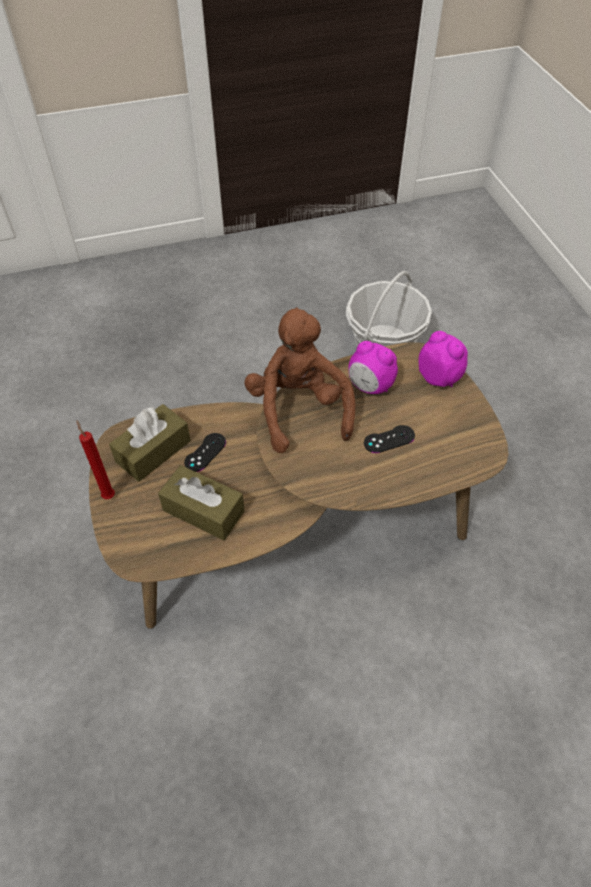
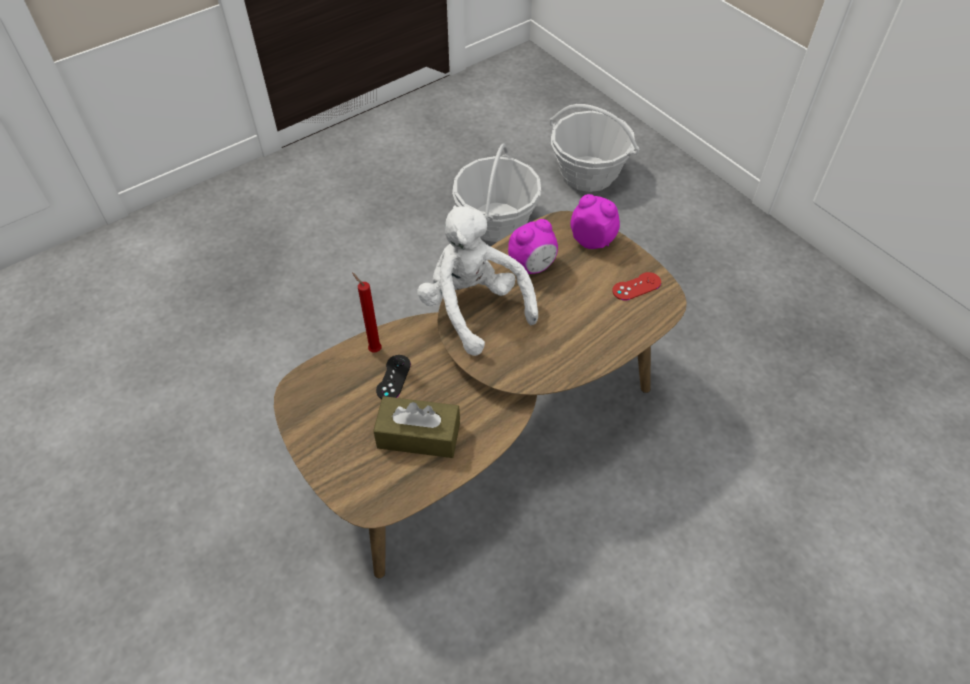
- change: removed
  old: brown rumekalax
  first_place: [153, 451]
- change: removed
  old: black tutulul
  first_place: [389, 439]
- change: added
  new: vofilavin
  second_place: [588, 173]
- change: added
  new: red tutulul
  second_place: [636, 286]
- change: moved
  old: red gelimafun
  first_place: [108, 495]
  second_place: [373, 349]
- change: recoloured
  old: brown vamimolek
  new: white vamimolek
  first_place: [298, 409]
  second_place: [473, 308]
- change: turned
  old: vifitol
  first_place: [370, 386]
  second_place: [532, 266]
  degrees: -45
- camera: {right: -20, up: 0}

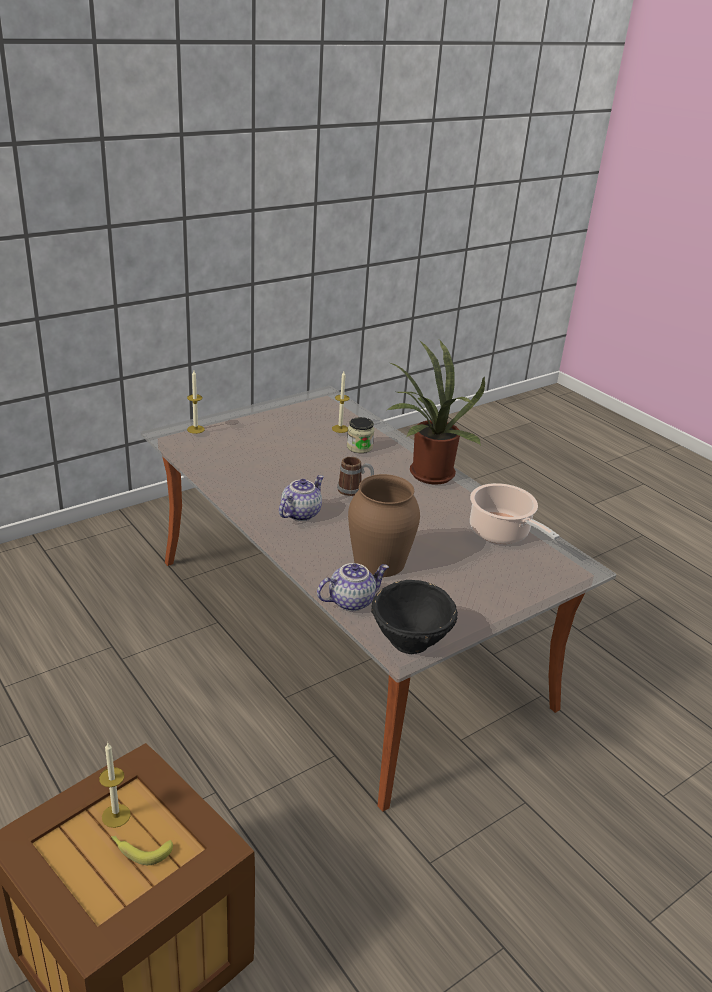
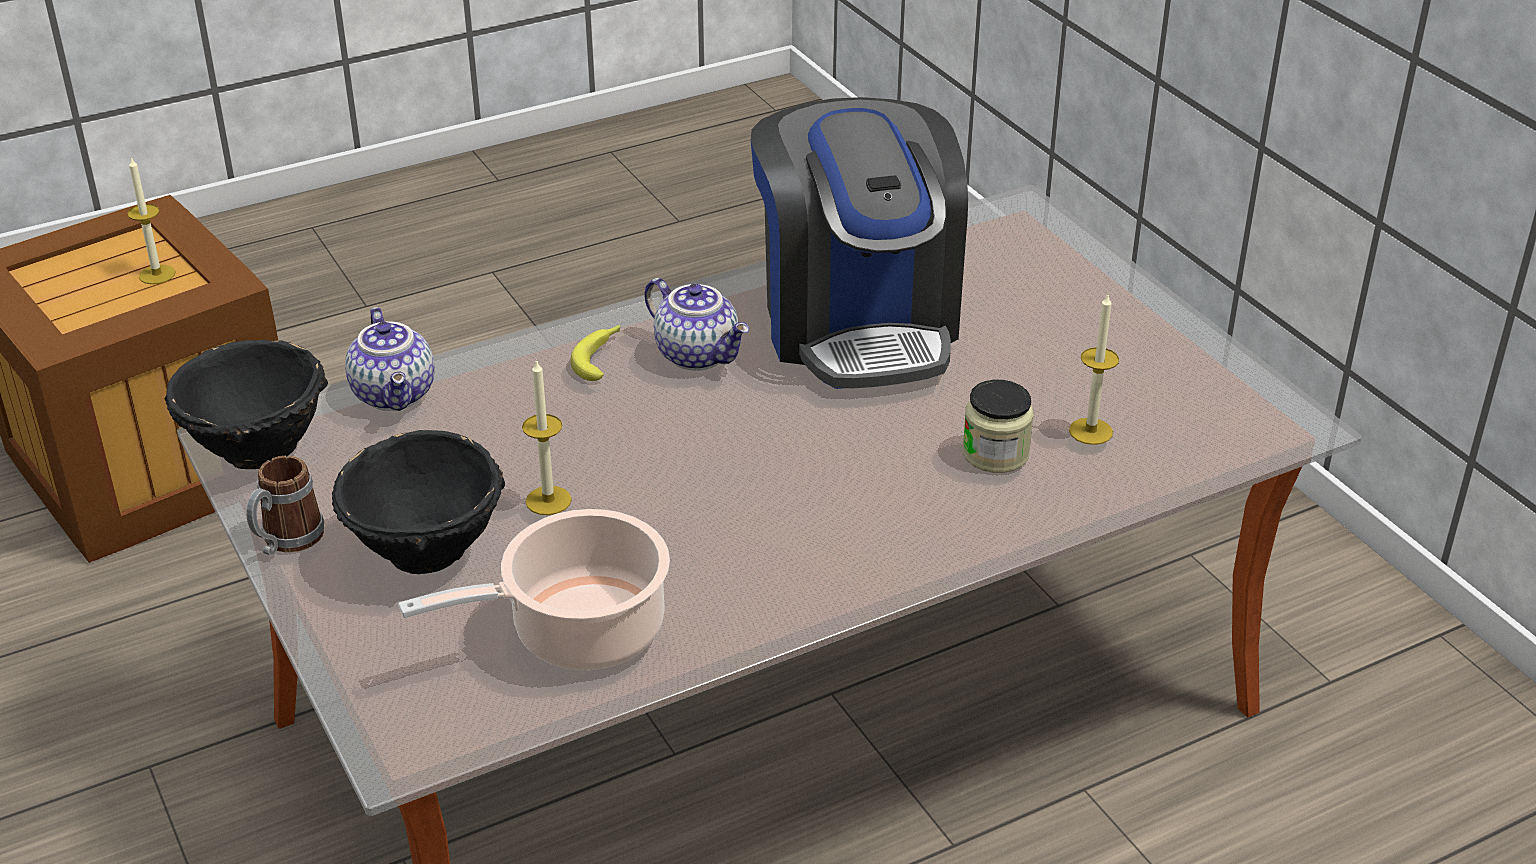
- change: removed
  old: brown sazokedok
  first_place: [378, 561]
- change: removed
  old: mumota
  first_place: [427, 475]
- change: added
  new: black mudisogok
  second_place: [427, 551]
- change: added
  new: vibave
  second_place: [858, 323]
- change: moved
  old: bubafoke
  first_place: [140, 850]
  second_place: [601, 357]
- change: moved
  old: gelimafun
  first_place: [195, 429]
  second_place: [548, 500]
- change: moved
  old: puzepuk
  first_place: [354, 491]
  second_place: [286, 542]
- camera: {right: 100, up: 5}

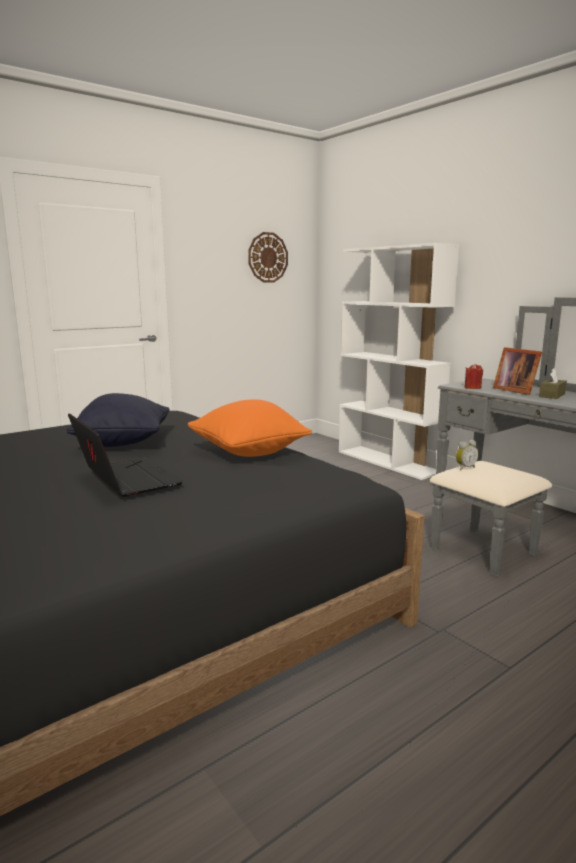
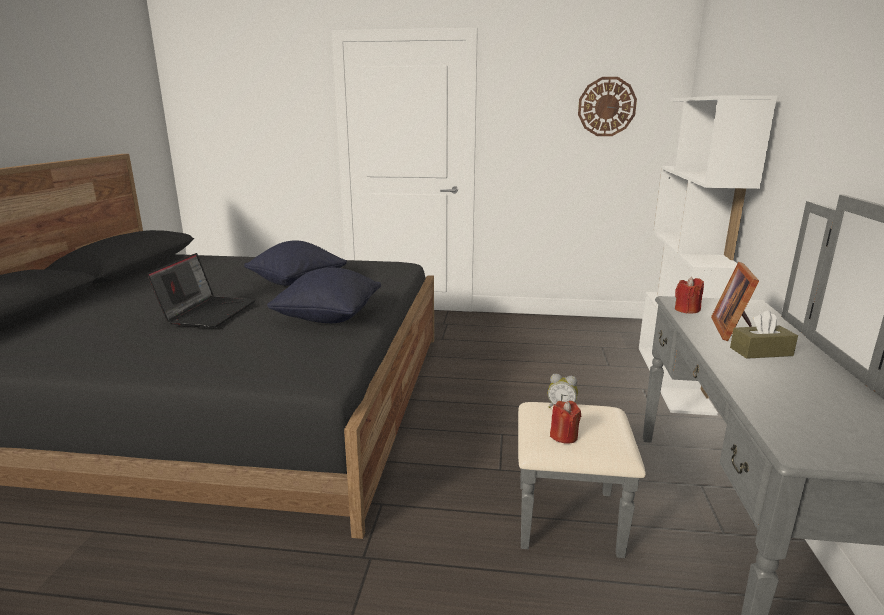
- change: added
  new: red gelimafun
  second_place: [564, 436]
- change: recoloured
  old: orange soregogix
  new: black soregogix
  first_place: [248, 453]
  second_place: [329, 318]
- camera: {right: 45, up: 5}

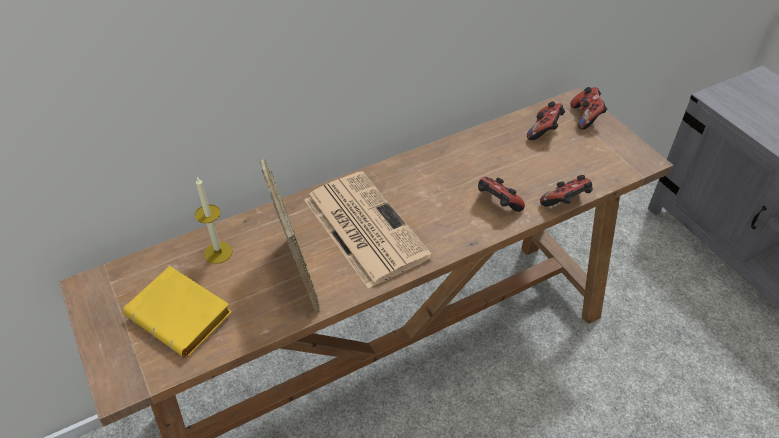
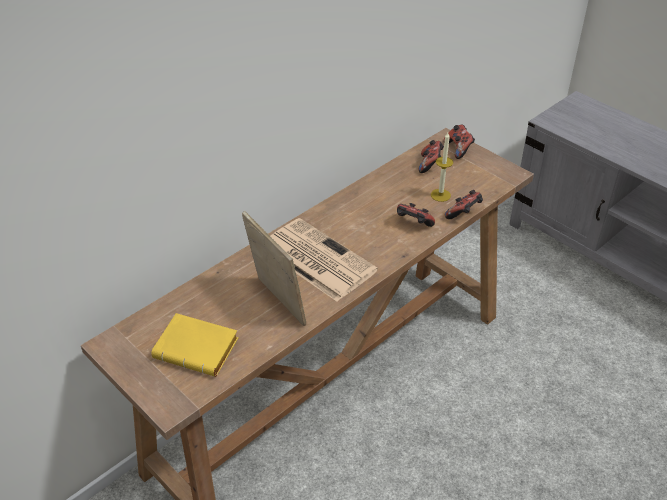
- change: moved
  old: gelimafun
  first_place: [218, 252]
  second_place: [440, 195]
- camera: {right: -15, up: -5}

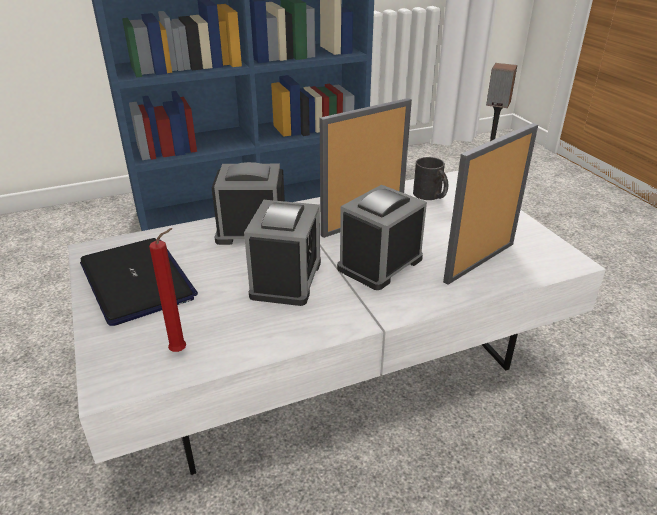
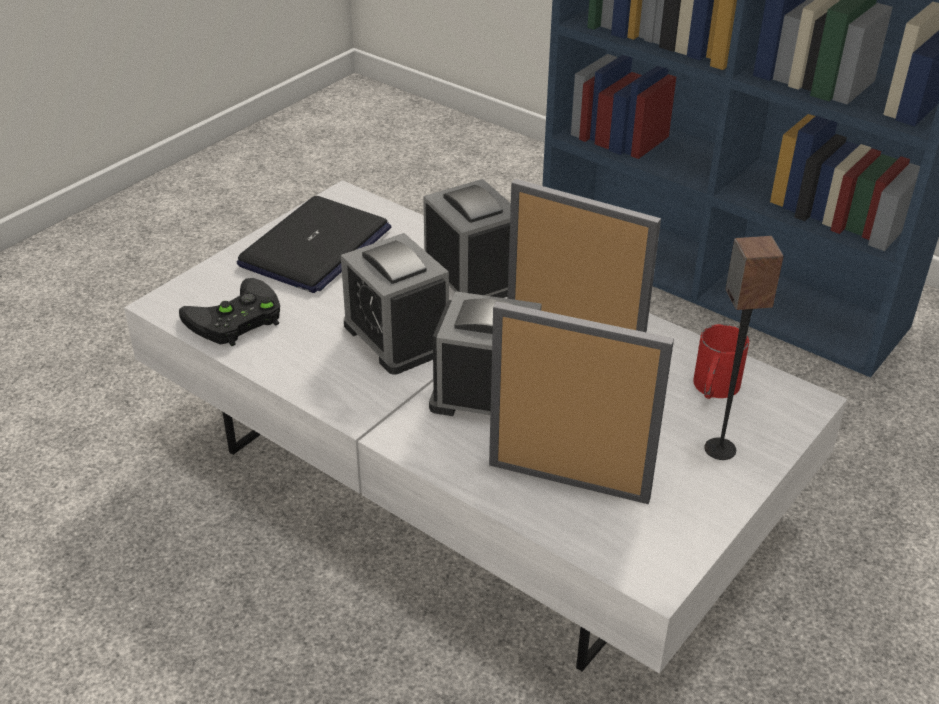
- change: replaced
  old: red gelimafun
  new: black tutulul
  first_place: [181, 351]
  second_place: [234, 320]
- change: recoloured
  old: black puzepuk
  new: red puzepuk
  first_place: [431, 196]
  second_place: [713, 389]
- change: turned
  old: vifitol
  first_place: [286, 279]
  second_place: [397, 337]
  degrees: 75
- camera: {right: 60, up: 5}

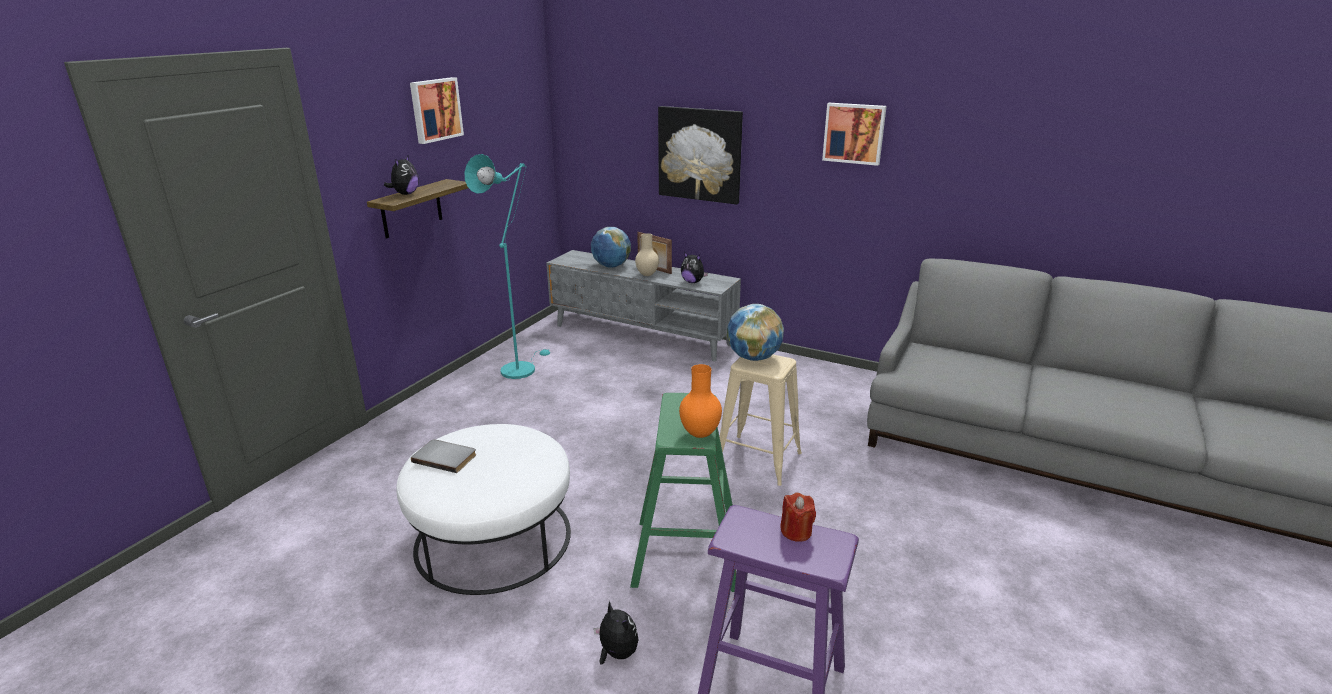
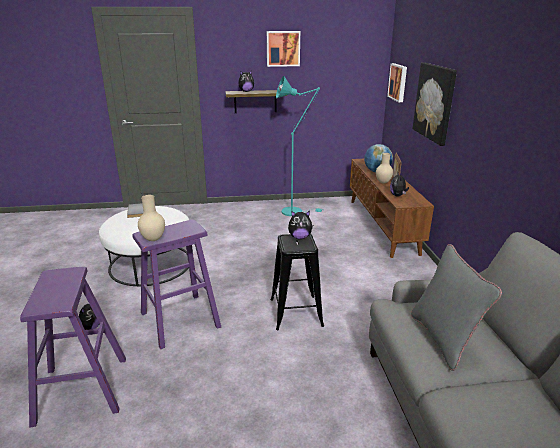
- change: removed
  old: red gelimafun
  first_place: [796, 531]
- change: added
  new: grey soregogix
  second_place: [443, 339]
- change: moved
  old: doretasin
  first_place: [854, 133]
  second_place: [398, 82]
- change: replaced
  old: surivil
  new: vamimolek
  first_place: [753, 357]
  second_place: [299, 237]
- change: recoloured
  old: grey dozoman
  new: brown dozoman
  first_place: [642, 335]
  second_place: [382, 225]
- change: recoloured
  old: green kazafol
  new: purple kazafol
  first_place: [686, 554]
  second_place: [180, 320]
- change: recoloured
  old: orange sazokedok
  new: beige sazokedok
  first_place: [701, 434]
  second_place: [153, 239]
- change: recoloured
  old: beige kazafol
  new: black kazafol
  first_place: [757, 460]
  second_place: [296, 312]
- camera: {right: 55, up: 0}

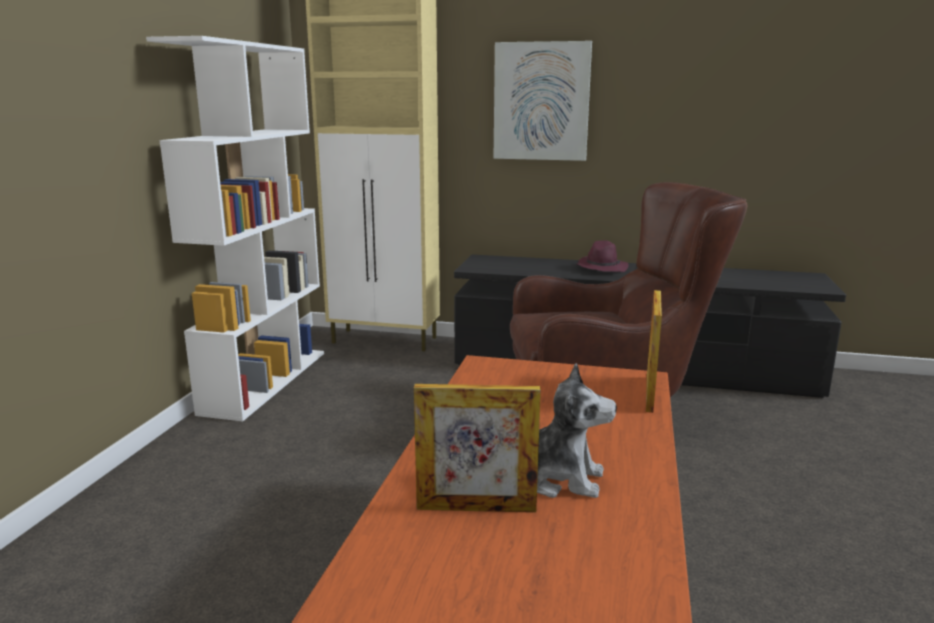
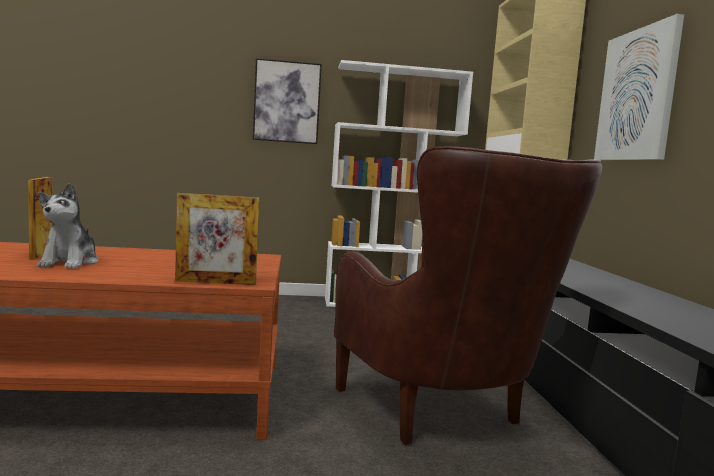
- change: removed
  old: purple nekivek
  first_place: [601, 268]
- change: added
  new: doretasin
  second_place: [287, 102]
- camera: {right: 70, up: -10}

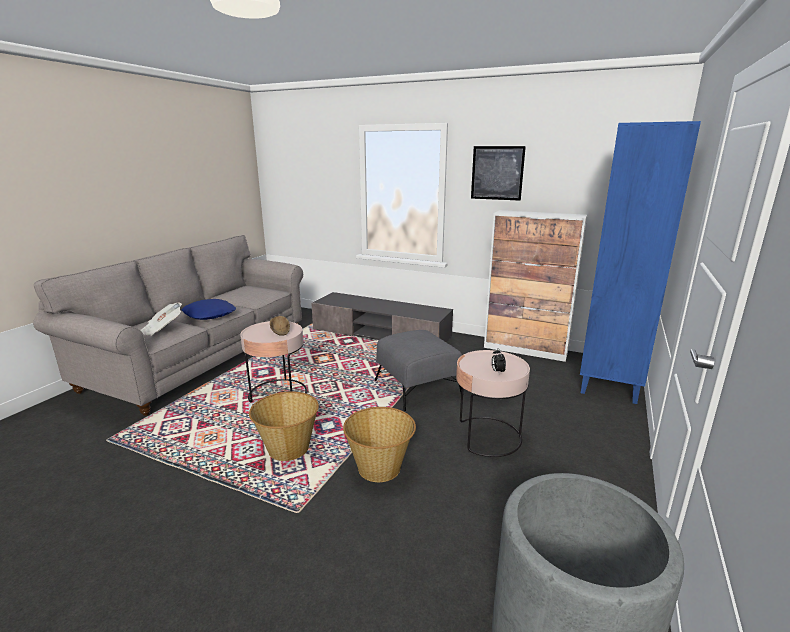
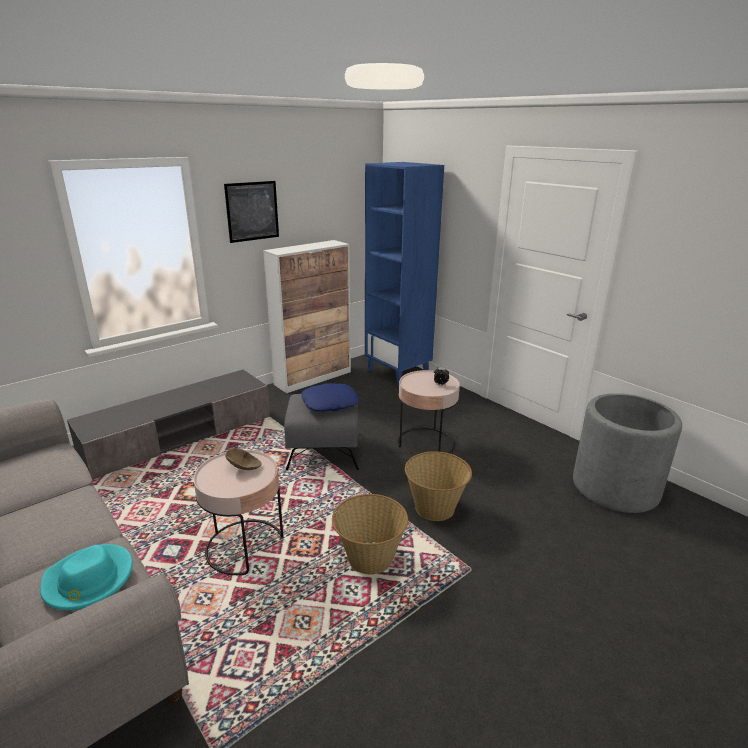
- change: moved
  old: blue soregogix
  first_place: [210, 314]
  second_place: [330, 403]
- change: replaced
  old: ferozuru
  new: turquoise nekivek
  first_place: [162, 330]
  second_place: [88, 580]
- camera: {right: -65, up: 5}

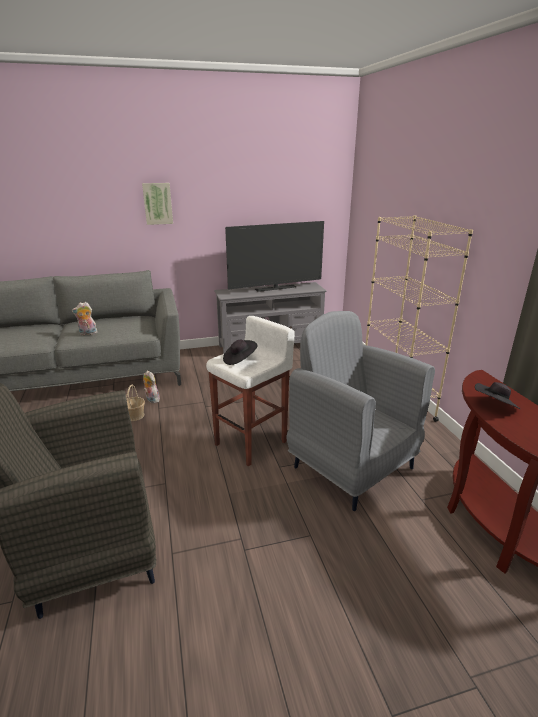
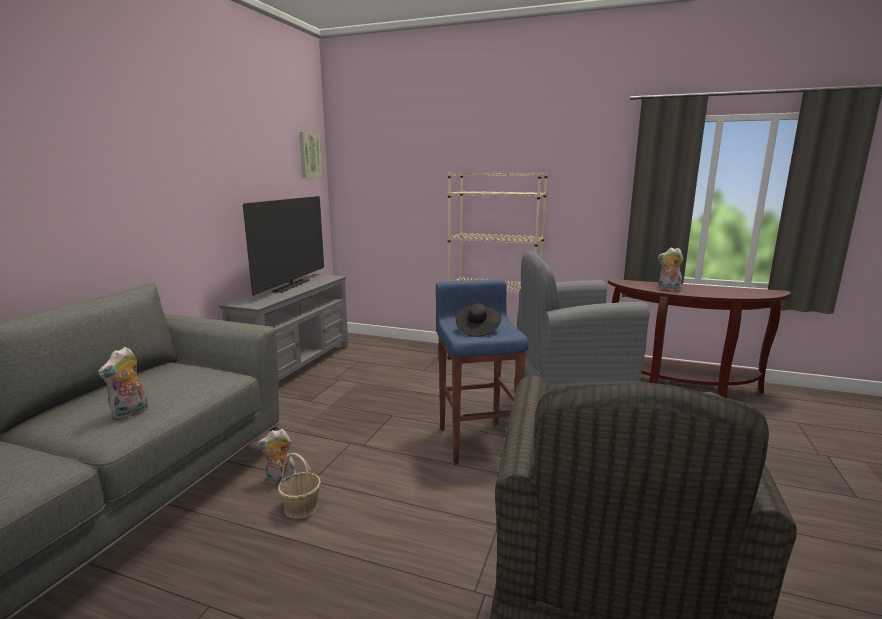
- change: moved
  old: doretasin
  first_place: [157, 203]
  second_place: [309, 155]
- change: replaced
  old: black nekivek
  new: vamimolek
  first_place: [494, 406]
  second_place: [668, 289]
- change: recoloured
  old: white kazafol
  new: blue kazafol
  first_place: [252, 443]
  second_place: [477, 441]
- camera: {right: -55, up: -10}

